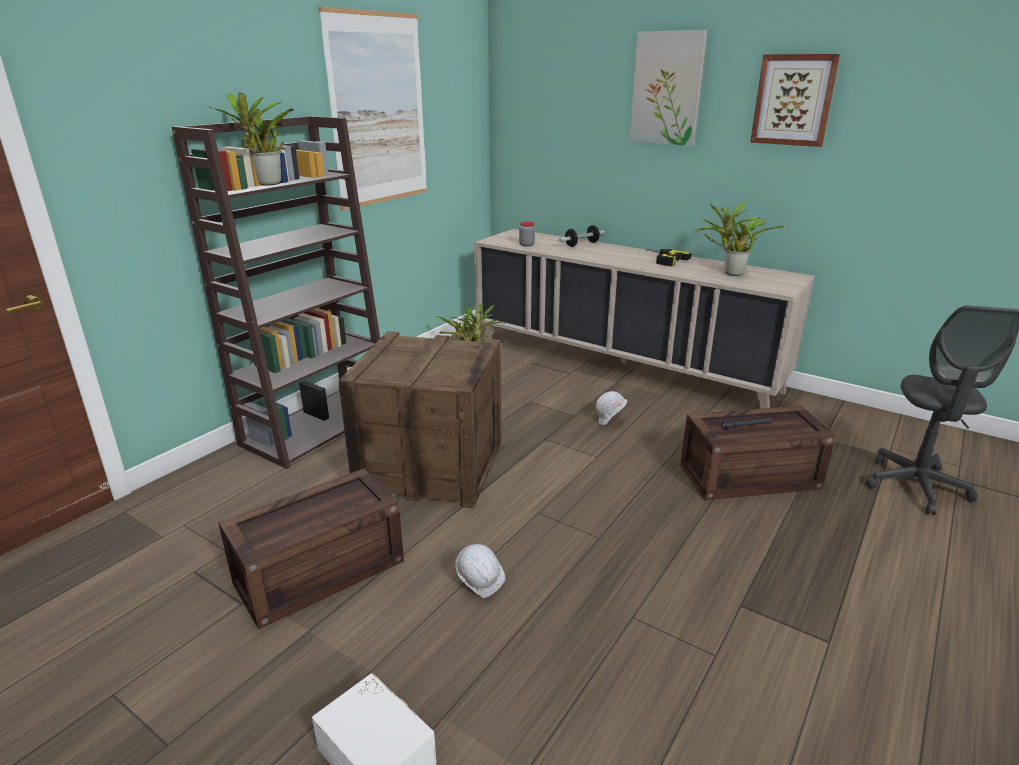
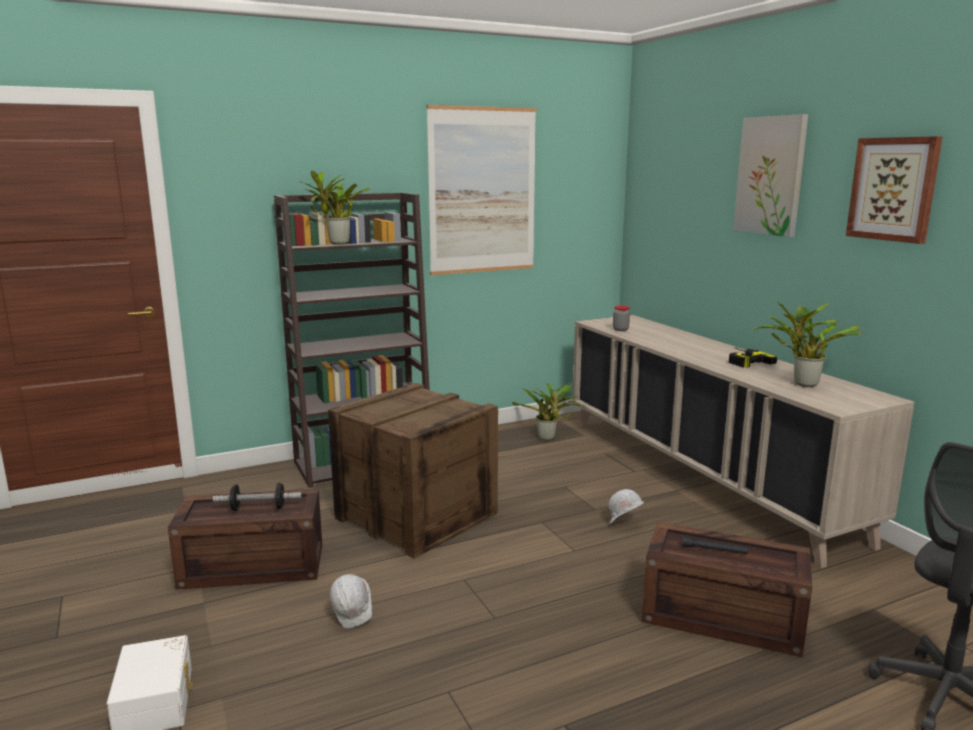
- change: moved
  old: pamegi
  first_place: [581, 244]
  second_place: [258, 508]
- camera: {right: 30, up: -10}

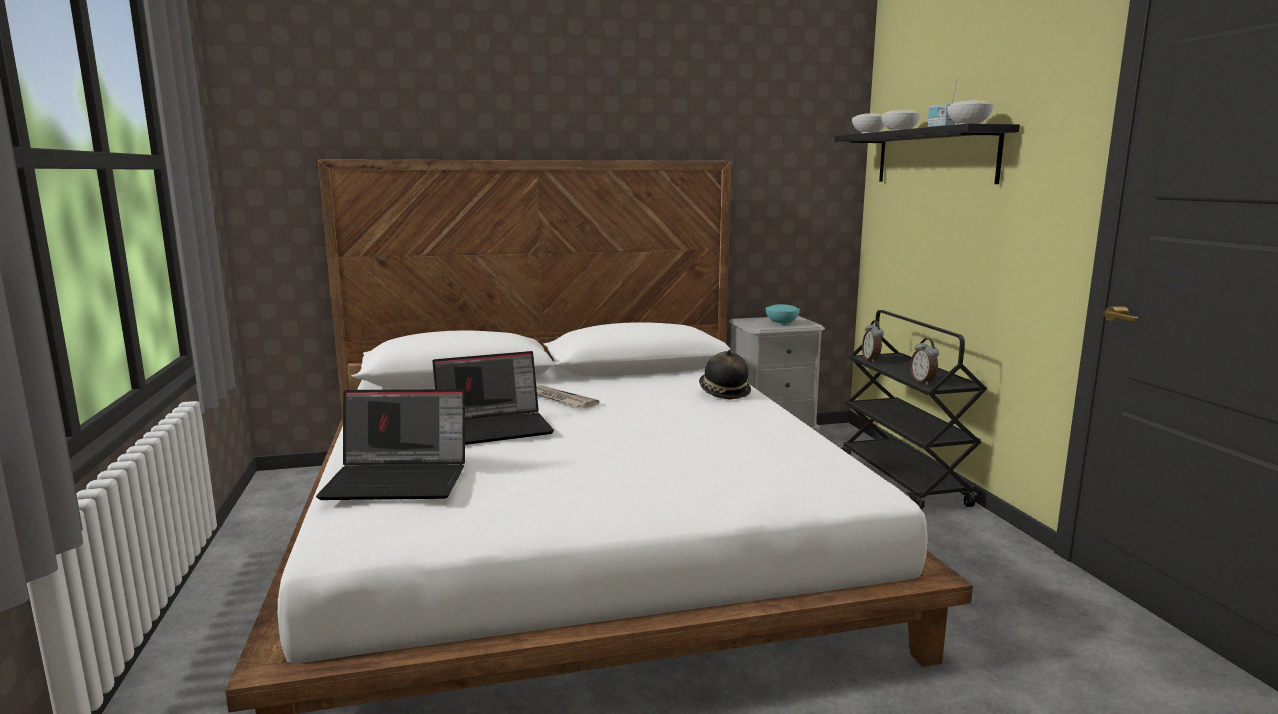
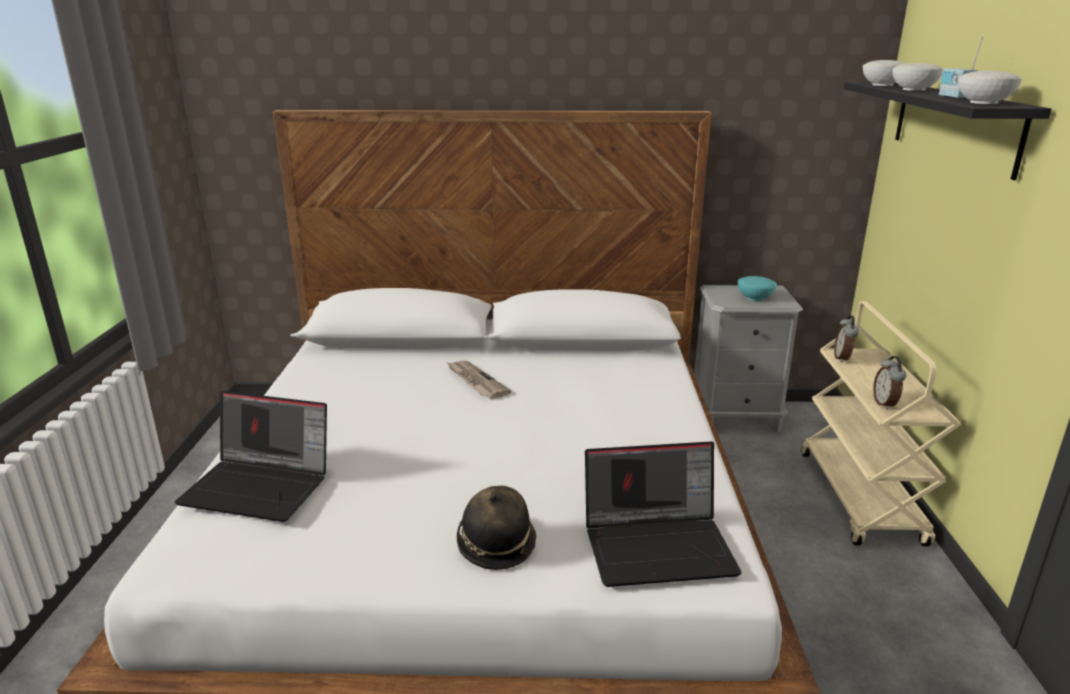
- change: moved
  old: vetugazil
  first_place: [495, 427]
  second_place: [659, 545]
- change: moved
  old: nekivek
  first_place: [723, 393]
  second_place: [496, 544]
- change: recoloured
  old: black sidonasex
  new: beige sidonasex
  first_place: [904, 482]
  second_place: [860, 498]
- camera: {right: 15, up: 10}

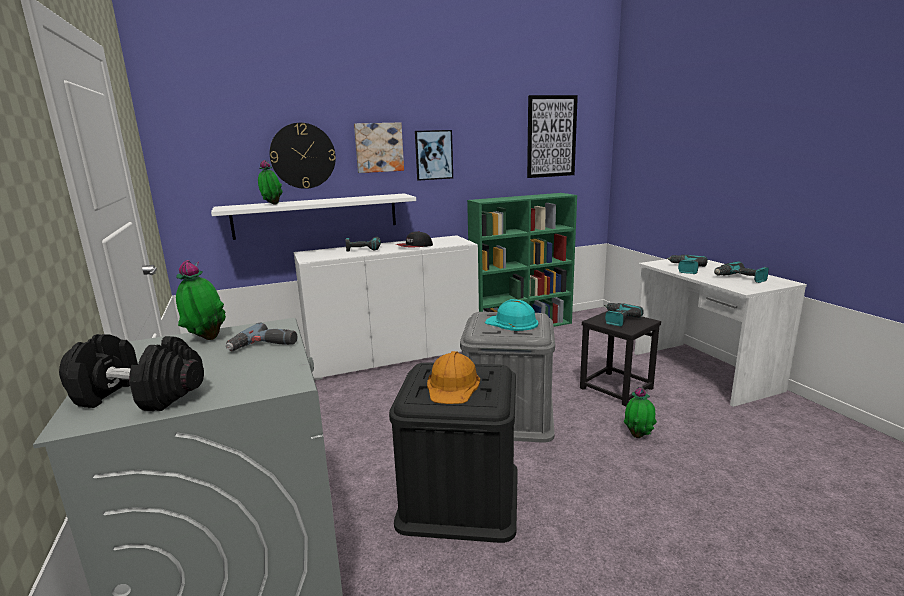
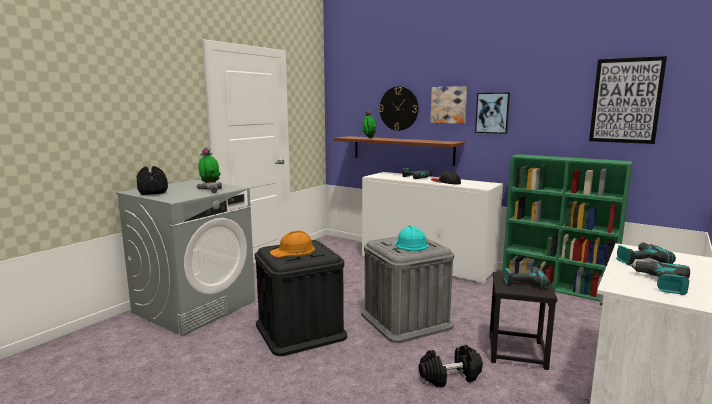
- change: replaced
  old: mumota
  new: black pamegi
  first_place: [638, 436]
  second_place: [450, 377]
- change: recoloured
  old: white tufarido
  new: brown tufarido
  first_place: [316, 215]
  second_place: [402, 150]
- camera: {right: 55, up: -5}

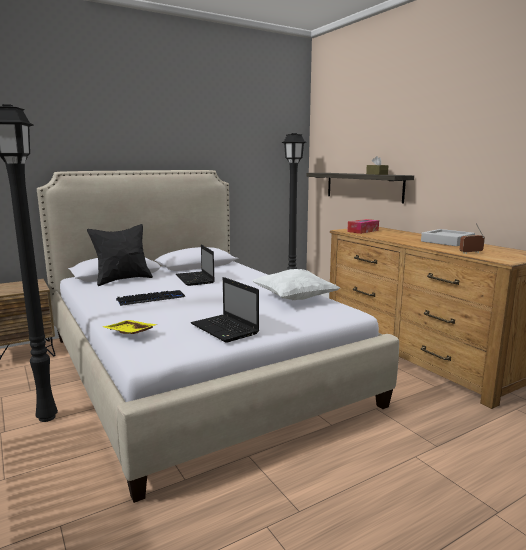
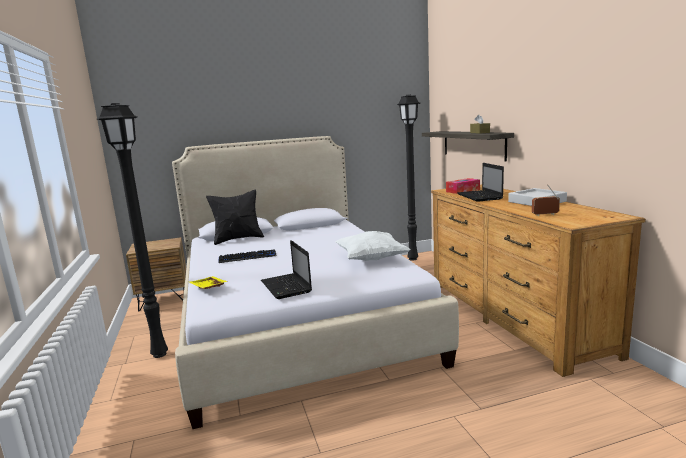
- change: moved
  old: vetugazil
  first_place: [195, 279]
  second_place: [480, 197]
- camera: {right: 15, up: 0}

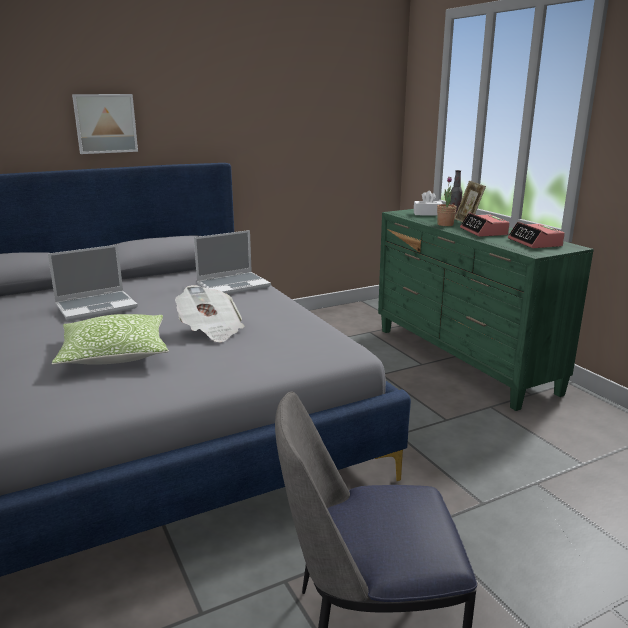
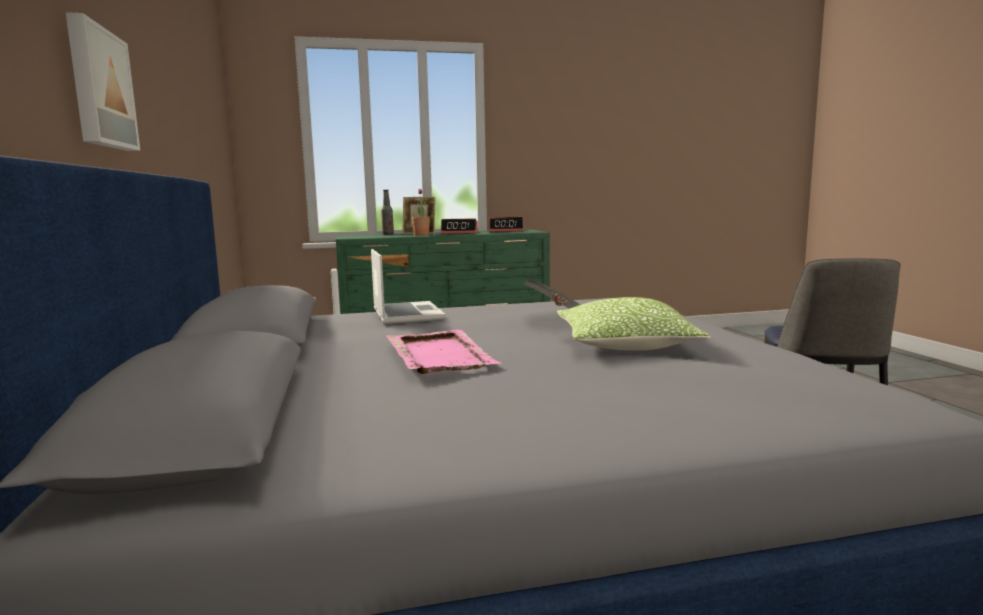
- change: removed
  old: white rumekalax
  first_place: [427, 214]
- change: replaced
  old: vetugazil
  new: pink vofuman
  first_place: [97, 306]
  second_place: [439, 354]
- camera: {right: -75, up: -10}

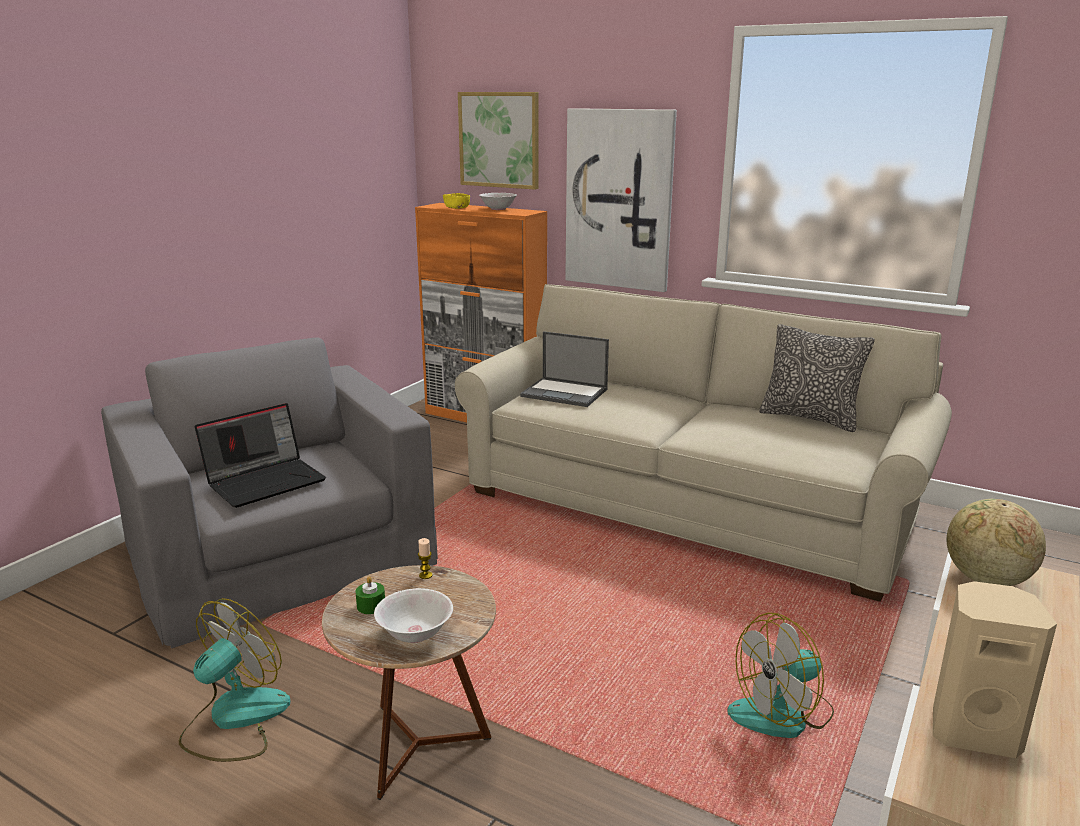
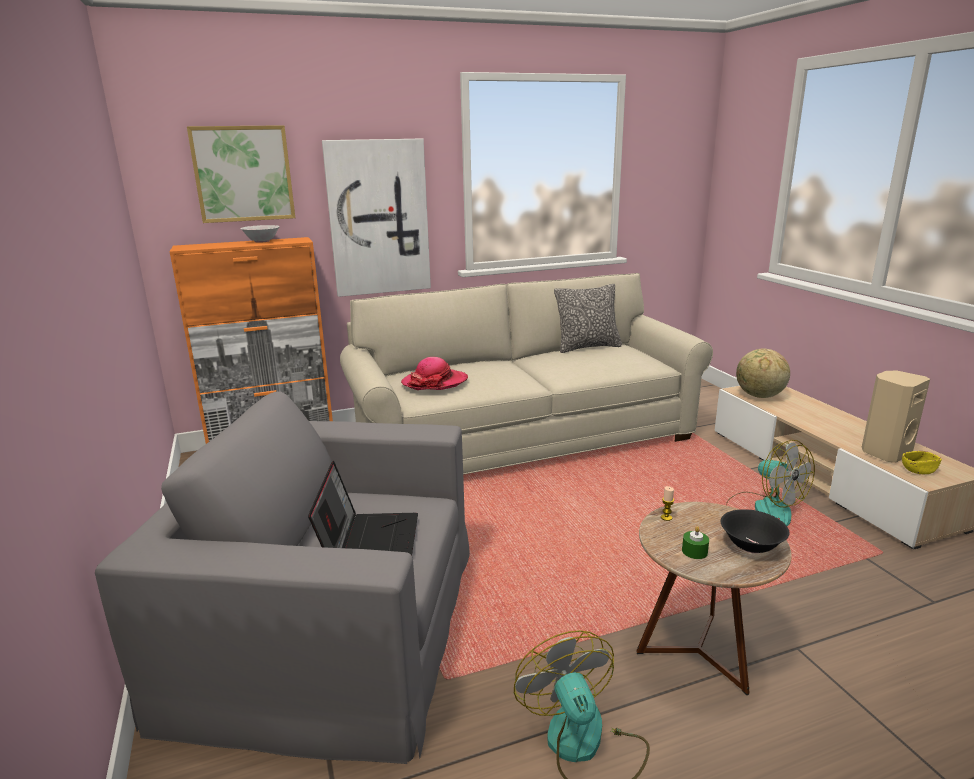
- change: moved
  old: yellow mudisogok
  first_place: [456, 208]
  second_place: [918, 470]
- change: replaced
  old: vetugazil
  new: nekivek
  first_place: [565, 393]
  second_place: [435, 382]
- change: recoloured
  old: white mudisogok
  new: black mudisogok
  first_place: [414, 634]
  second_place: [751, 546]
- change: turned
  old: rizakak
  first_place: [782, 714]
  second_place: [763, 509]
  degrees: -45
- camera: {right: -50, up: 0}

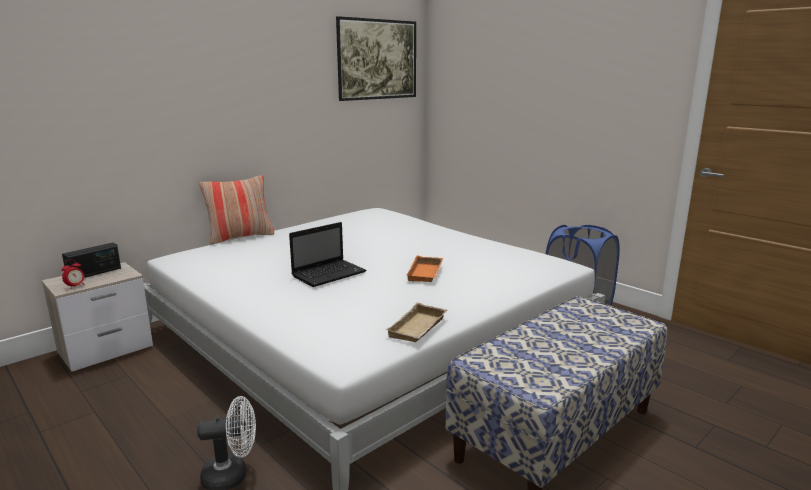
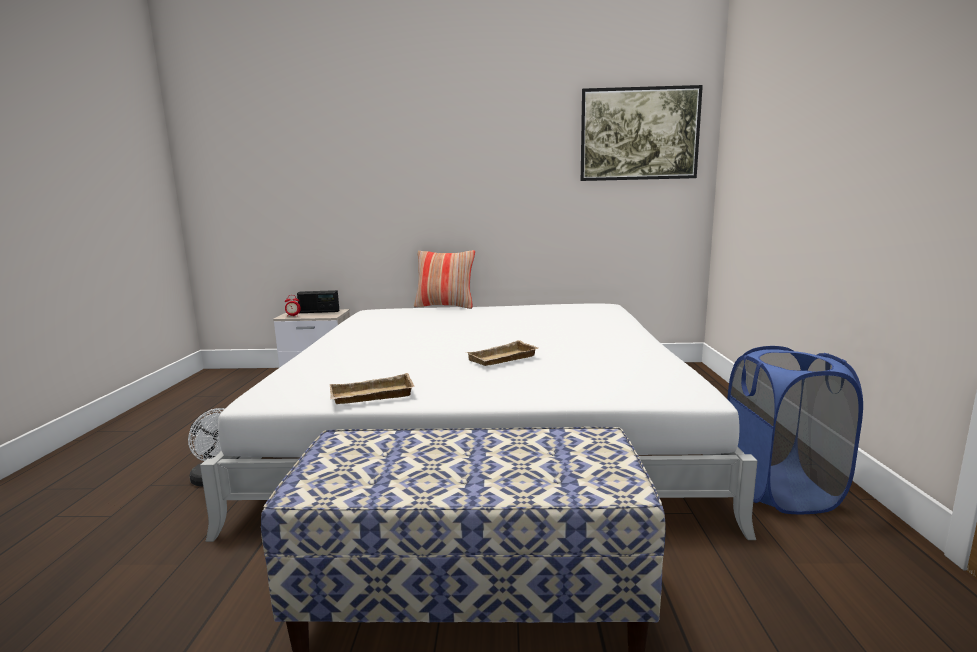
- change: removed
  old: vetugazil
  first_place: [330, 274]
- change: recoloured
  old: orange vofuman
  new: beige vofuman
  first_place: [426, 273]
  second_place: [503, 359]
- camera: {right: 45, up: -5}

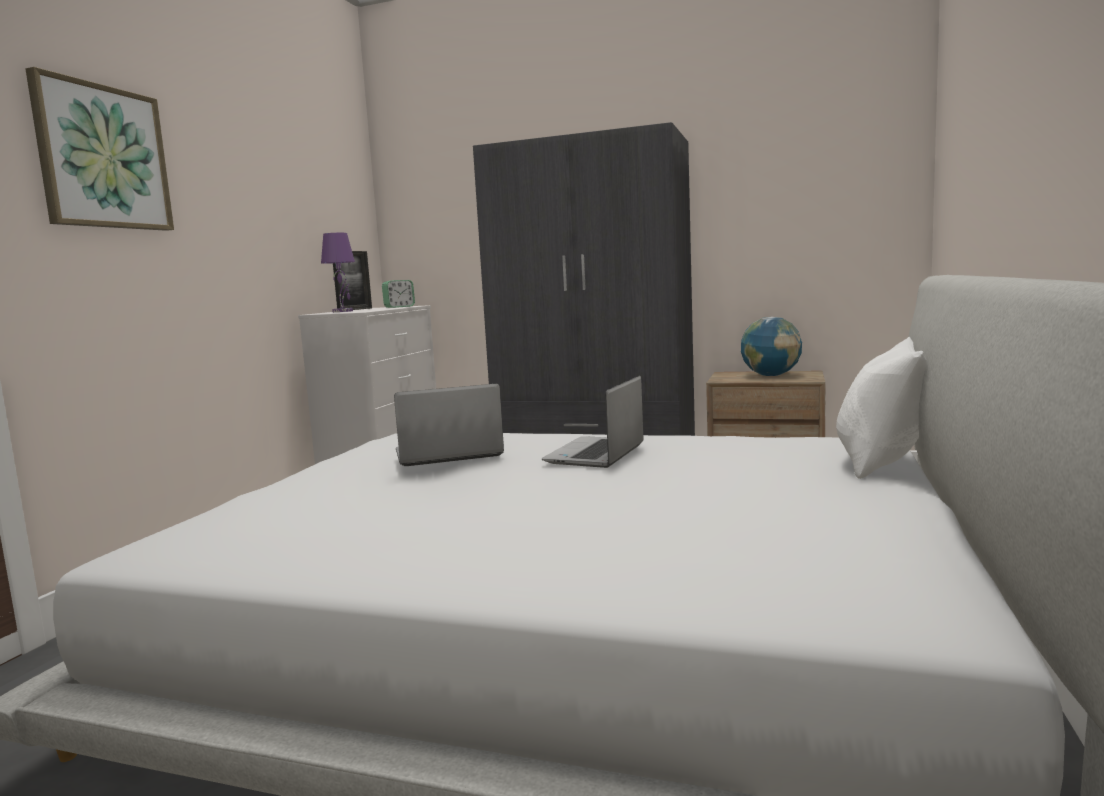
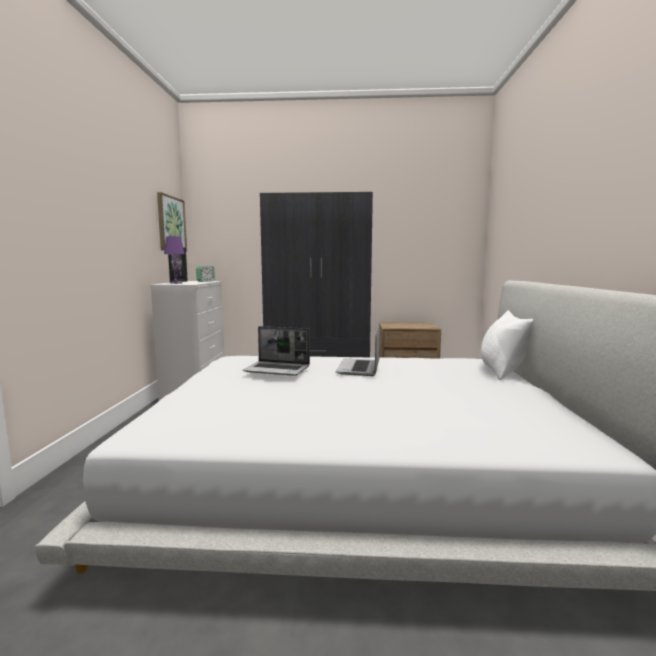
- change: removed
  old: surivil
  first_place: [771, 375]
- change: moved
  old: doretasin
  first_place: [103, 157]
  second_place: [171, 224]
- change: turned
  old: vetugazil
  first_place: [447, 454]
  second_place: [278, 370]
  degrees: -135
- camera: {right: -15, up: 0}

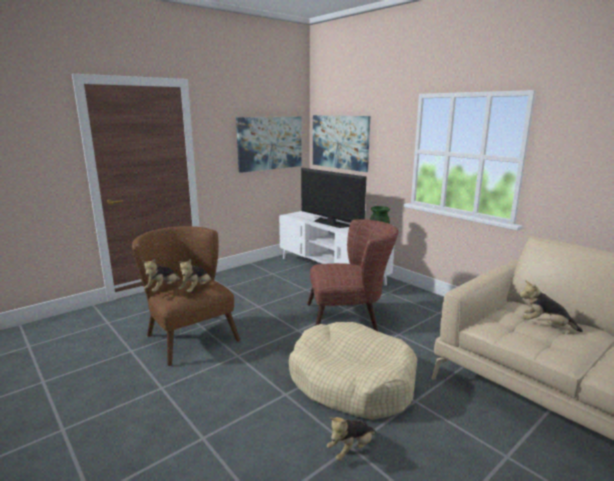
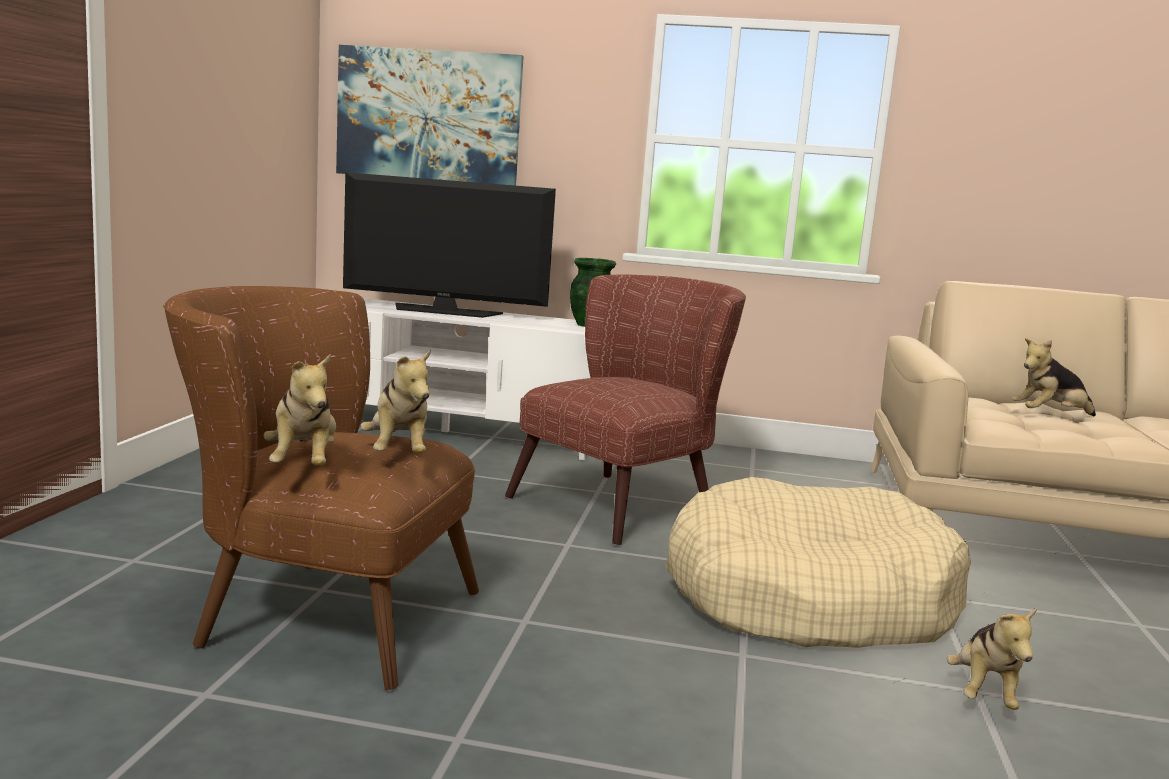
- change: removed
  old: doretasin
  first_place: [270, 143]
- camera: {right: -40, up: -5}

